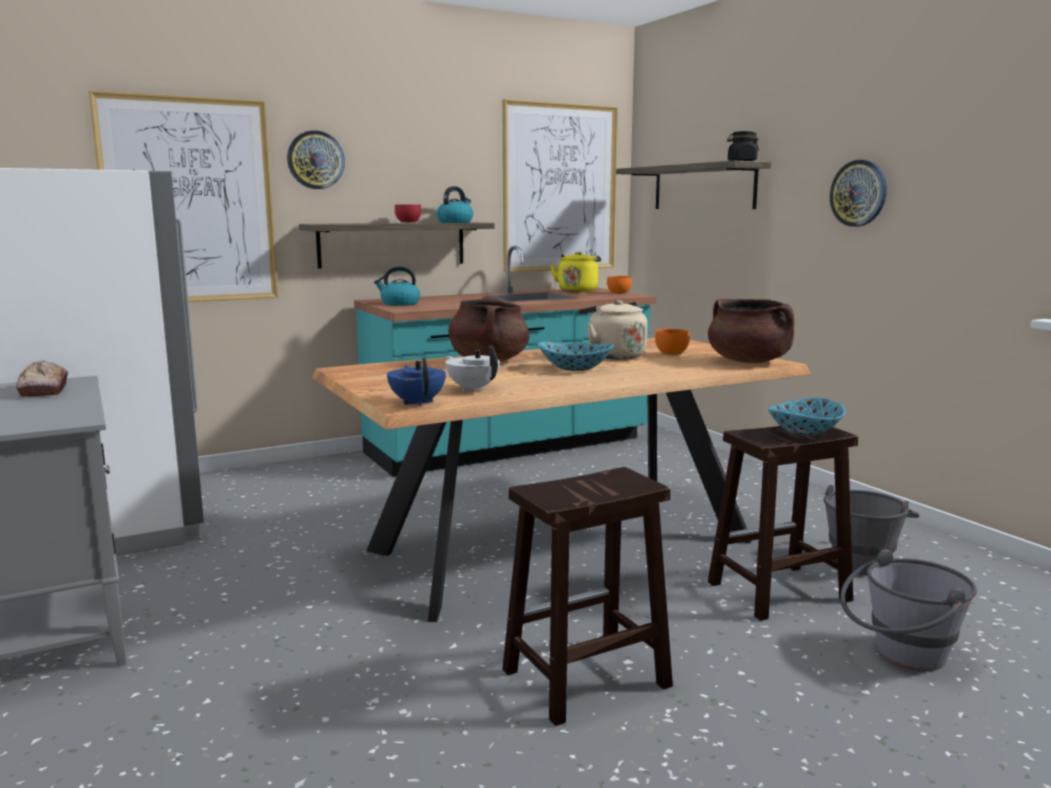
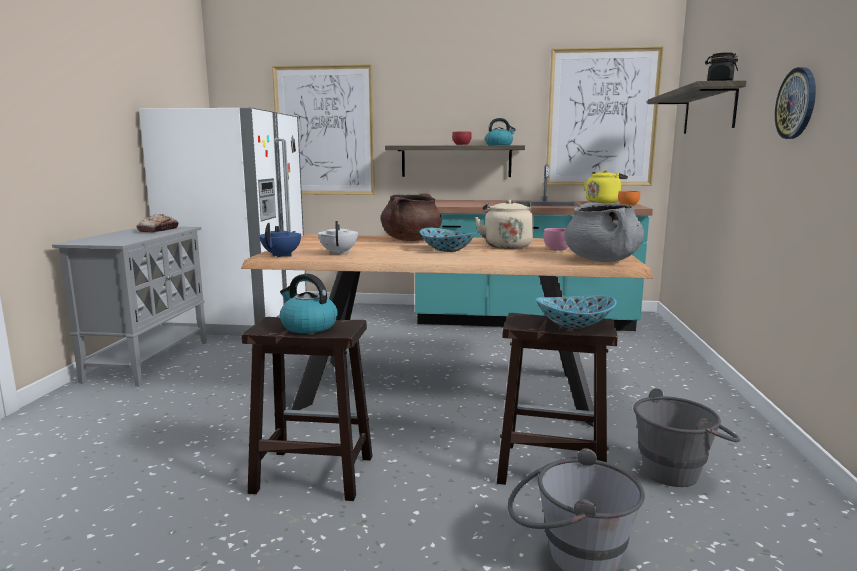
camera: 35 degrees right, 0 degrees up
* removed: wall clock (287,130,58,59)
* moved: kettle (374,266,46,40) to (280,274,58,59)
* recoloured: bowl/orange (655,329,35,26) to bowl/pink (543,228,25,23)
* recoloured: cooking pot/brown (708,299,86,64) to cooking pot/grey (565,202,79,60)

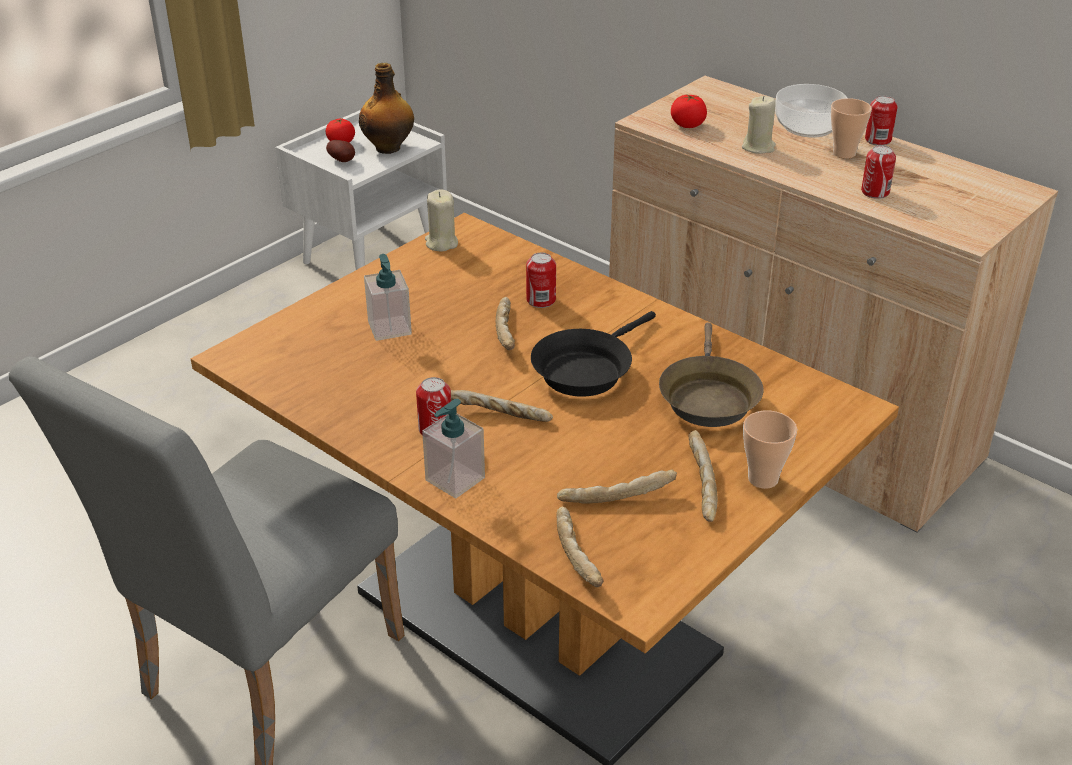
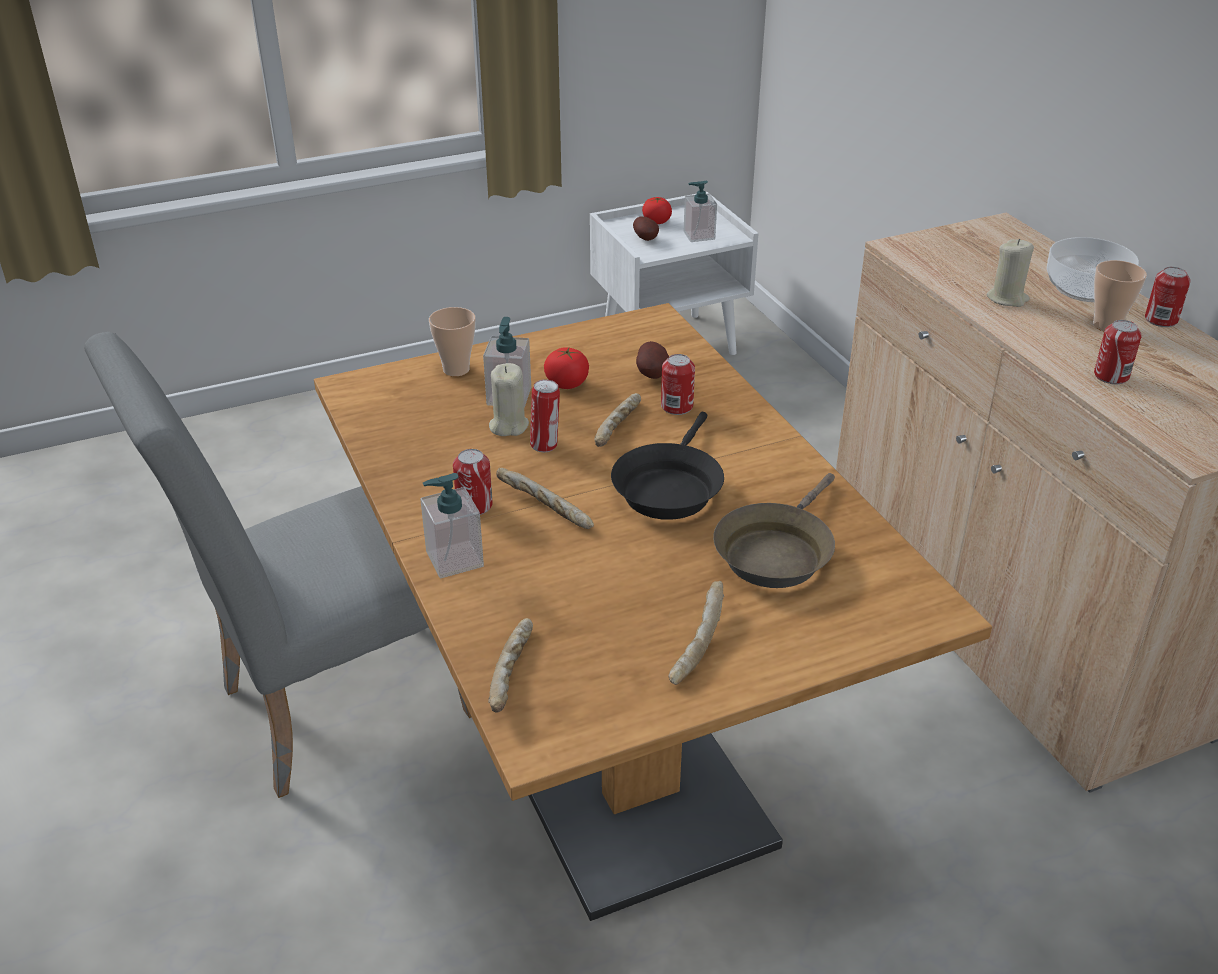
camera: 25 degrees right, 0 degrees up
* removed: bread (557,470,120,33)
* added: can (530,380,30,72)
* added: potato (636,341,33,38)
* moved: candle/beige (425,190,33,61) to (489,363,40,73)
* moved: tomato (671,95,36,33) to (544,347,45,42)
* moved: cup (743,411,54,78) to (429,307,46,69)
* replaced: bottle (359,63,55,91) to soap dispenser (684,181,33,61)
* turned: frying pan/black (531,311,125,86) = (611,412,113,108) 45 degrees counterclockwise

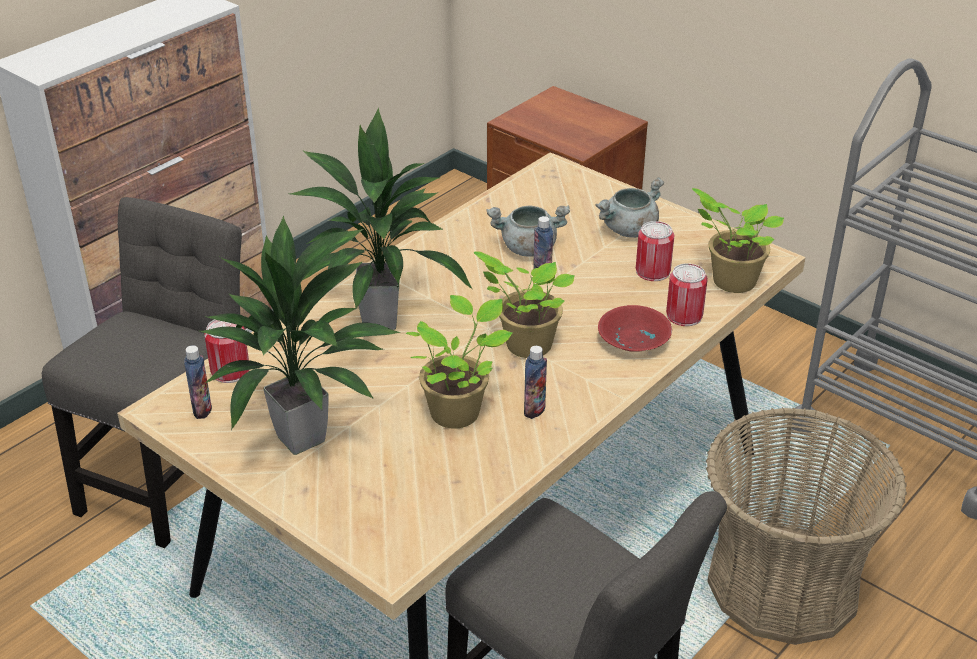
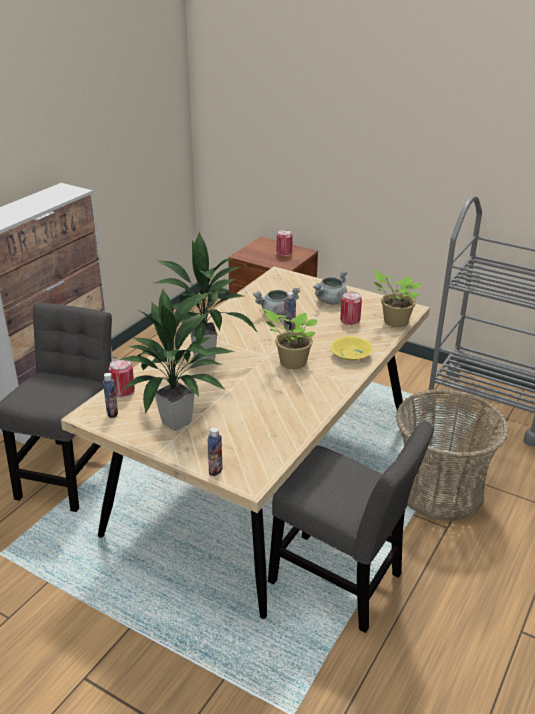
camera: 10 degrees left, 5 degrees down
* removed: potted plant (406,295,107,134)
* moved: bottle (524,346,23,73) to (208,427,14,49)
* moved: can (666,263,42,63) to (277,230,16,26)
* recoloured: bowl/red (598,305,74,47) to bowl/yellow (331,336,42,25)

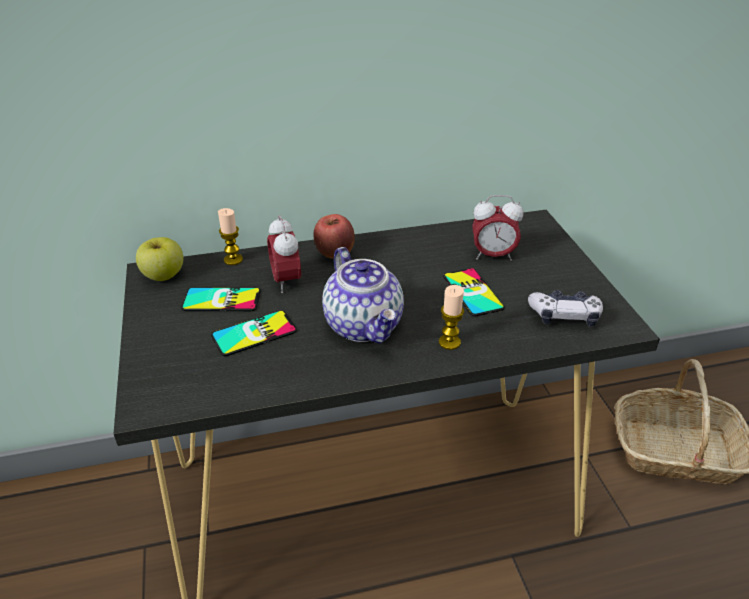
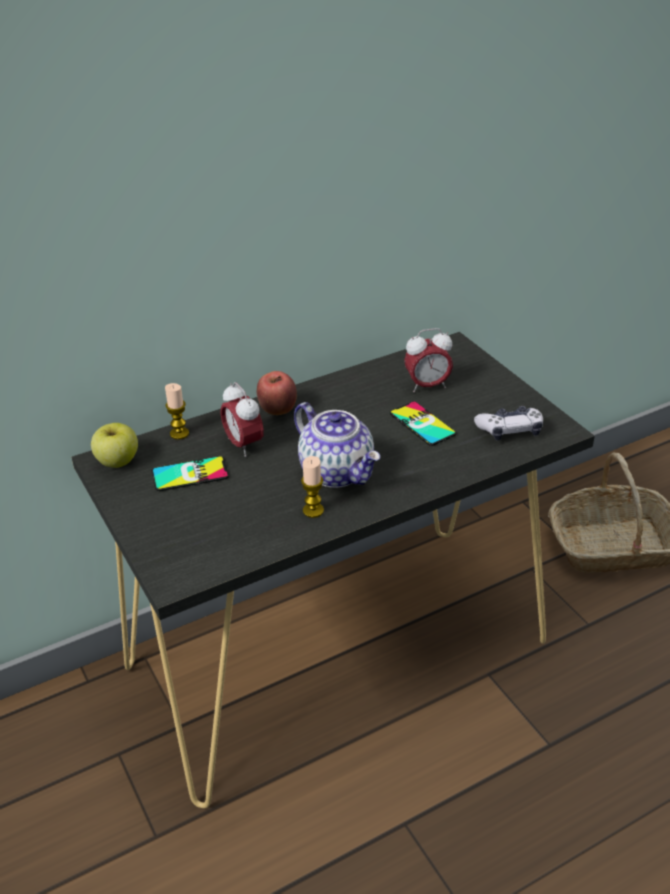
camera: 15 degrees left, 0 degrees up
* removed: phone (211,310,86,46)
* moved: candle (439,285,25,65) to (301,456,23,62)

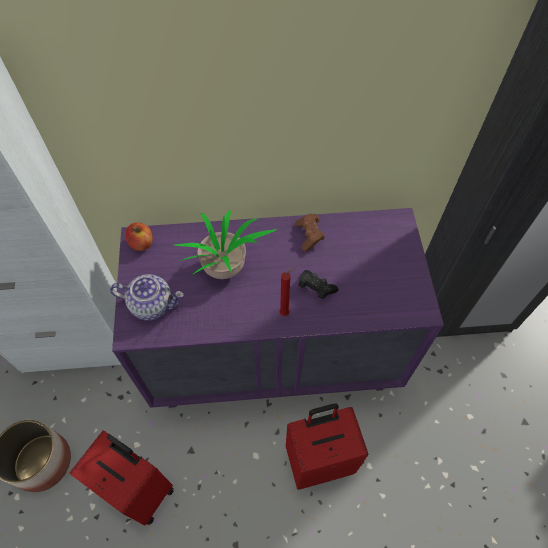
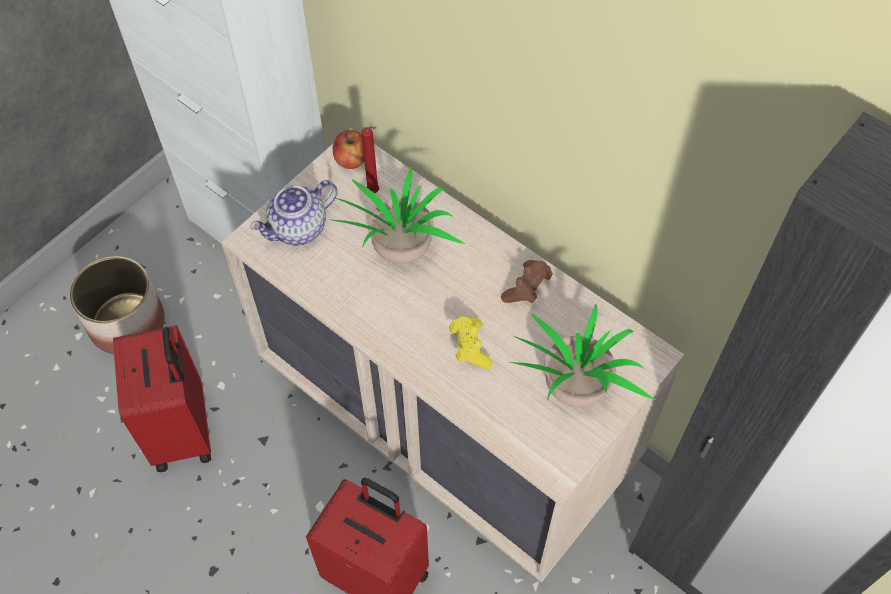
camera: 45 degrees right, 0 degrees up
* added: potted plant (510,304,146,103)
* moved: candle/red (279,268,16,48) to (361,126,18,67)
* recoloured: dresser/purple (112,208,332,200) to dresser/beige (221,128,464,454)
* recoloured: game controller/black (298,270,41,29) to game controller/yellow (449,316,43,53)
* turned: teapot (110,274,74,47) = (250,180,87,65) 90 degrees clockwise

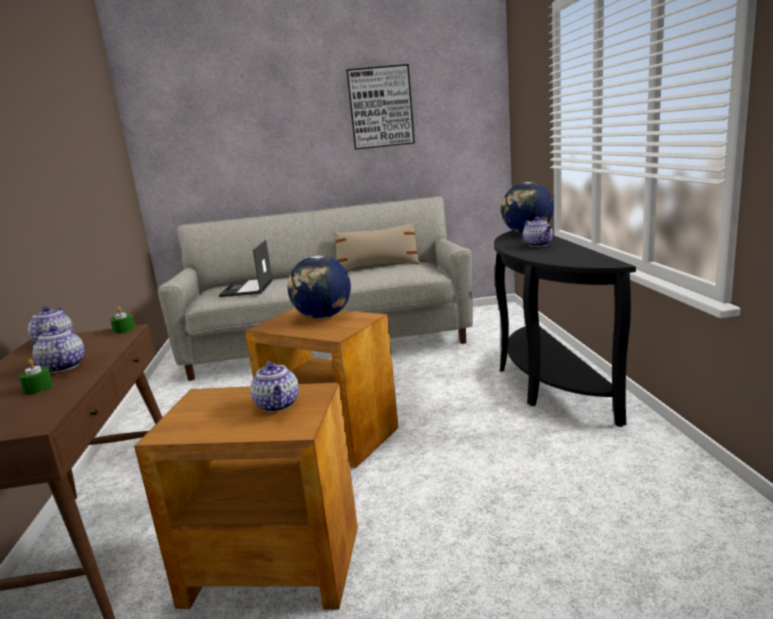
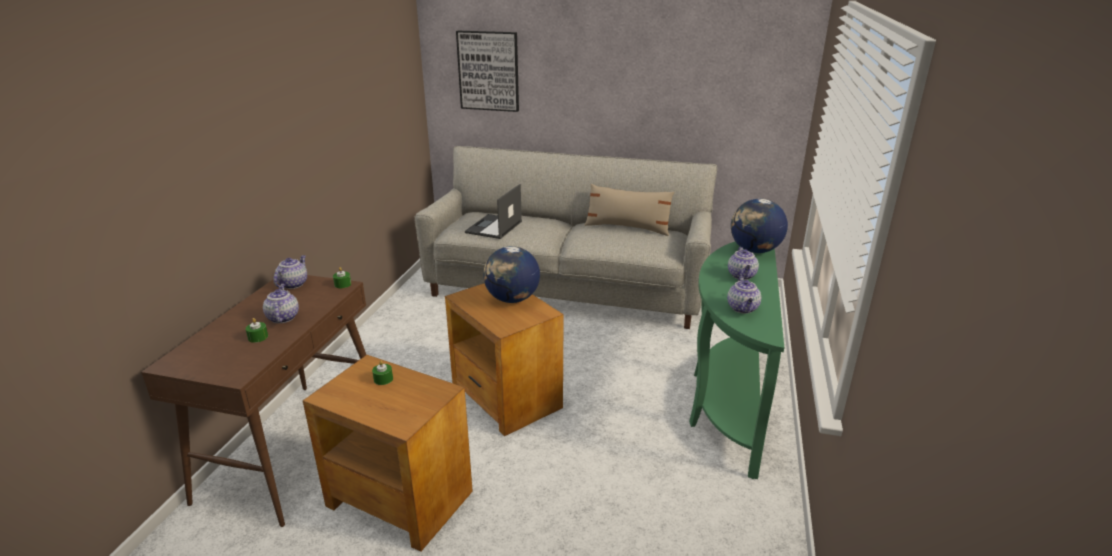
camera: 20 degrees right, 10 degrees up
* added: candle/green (372,360,21,25)
* moved: teapot (250,361,49,51) to (727,276,34,38)
* moved: picture (346,64,69,85) to (456,31,63,81)
* recoloured: console table/black (494,231,142,196) to console table/green (689,242,95,237)

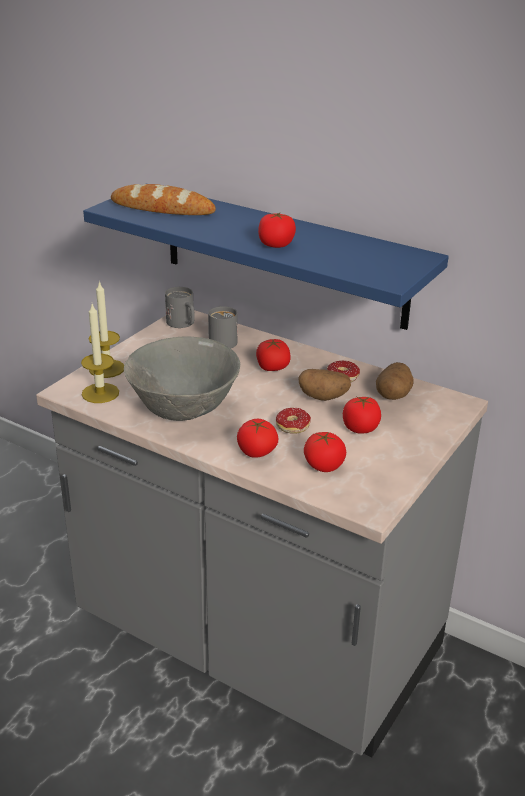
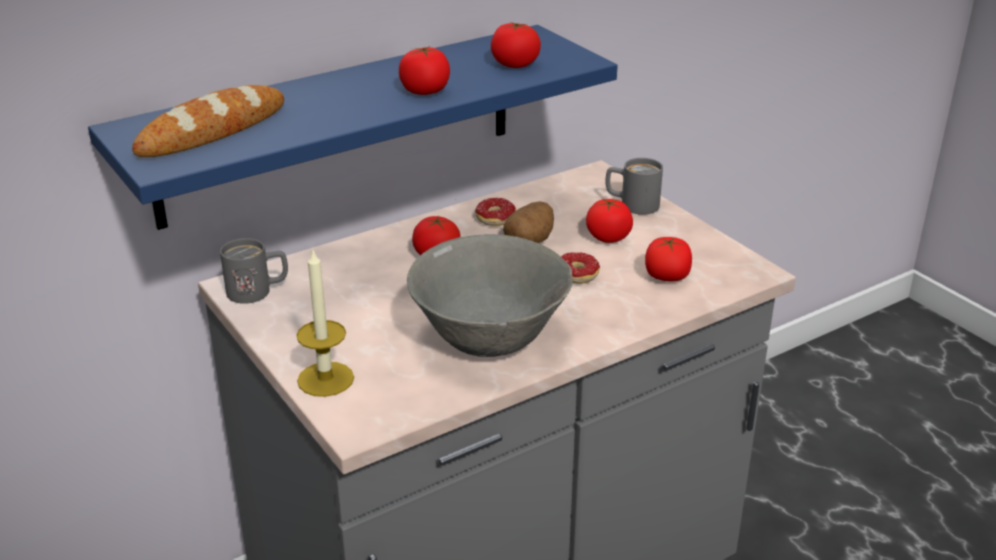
camera: 65 degrees left, 0 degrees up
* removed: candle (81,304,38,99)
* removed: potato (376,362,38,38)
* moved: mug/grey (208,306,30,42) to (605,158,58,57)
* moved: tomato (237,419,41,39) to (491,22,50,46)

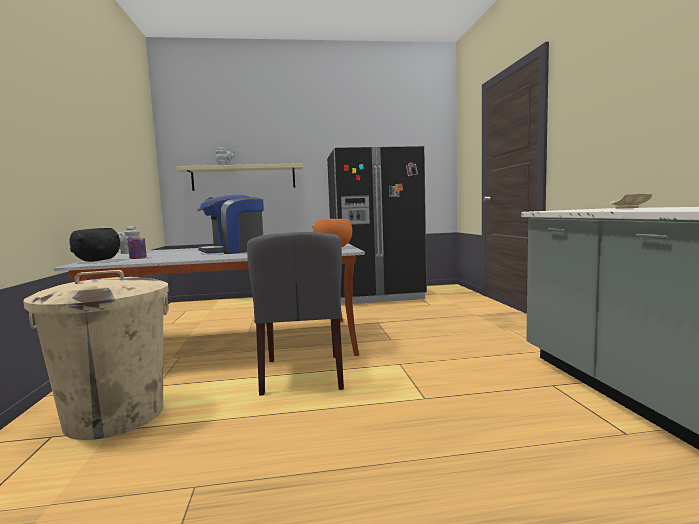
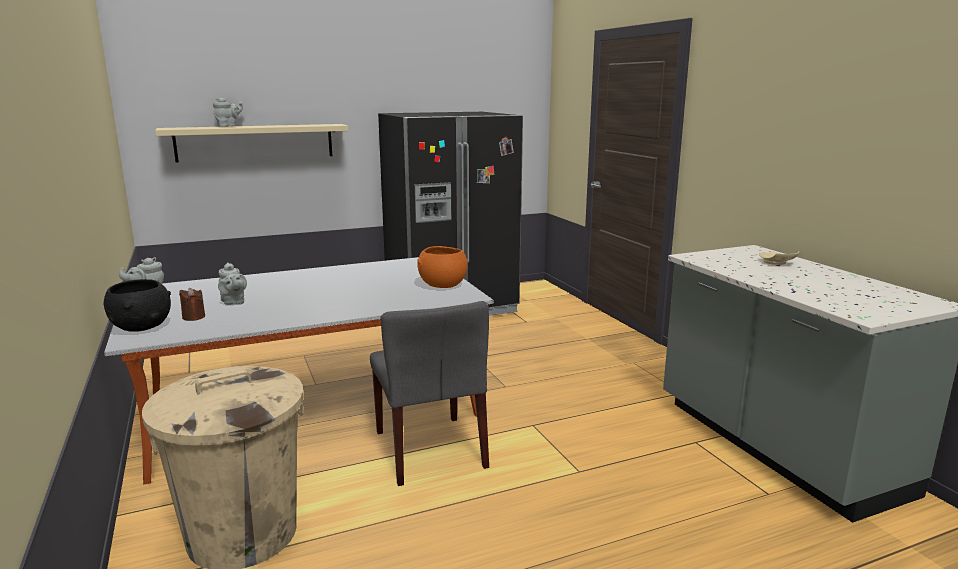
camera: 15 degrees left, 10 degrees up
* removed: coffee machine (197,195,67,59)
* added: teapot/grey (218,262,29,43)
* recoloured: candle/purple (127,235,20,24) to candle/brown (179,288,26,33)

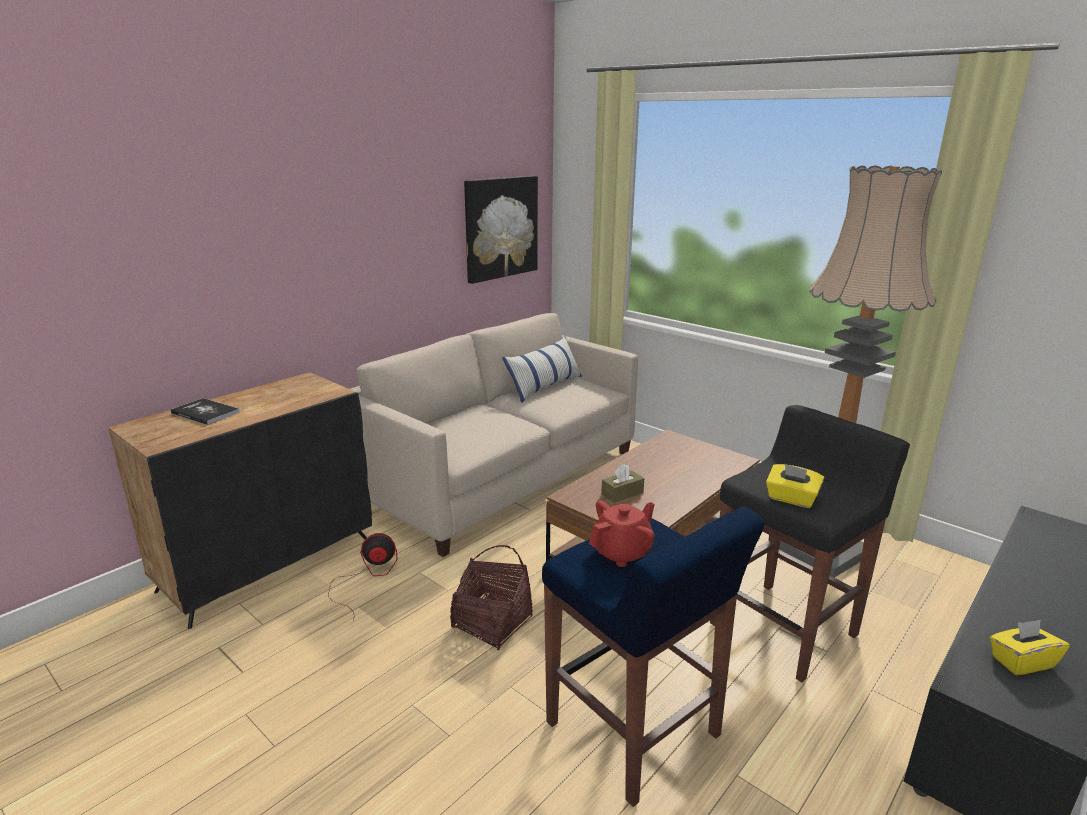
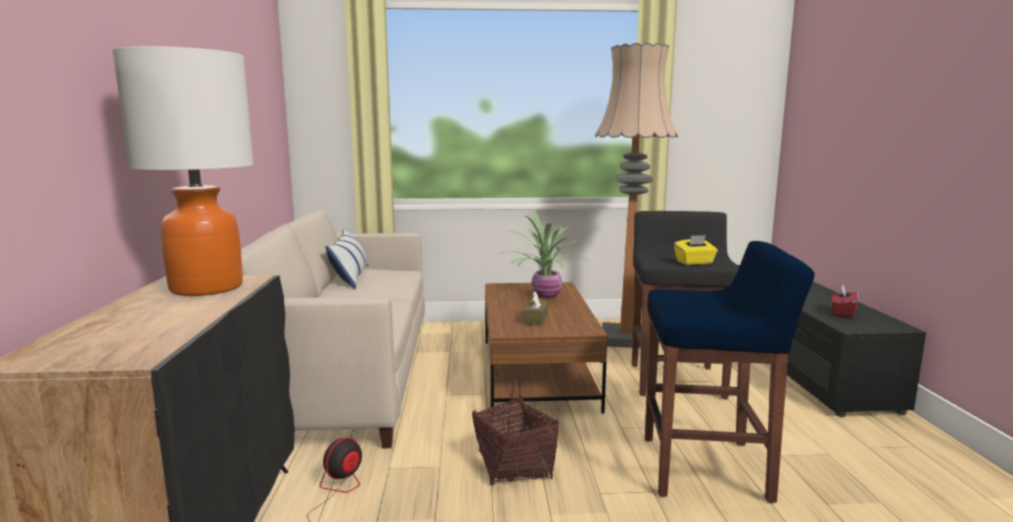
camera: 45 degrees left, 10 degrees down
* removed: book (171,398,69,27)
* removed: picture (464,176,74,108)
* removed: teapot/red (589,501,66,66)
* added: table lamp (112,46,142,250)
* added: potted plant (502,211,86,88)
* recoloured: tissue box/yellow (990,620,79,55) to tissue box/red (831,284,28,34)

